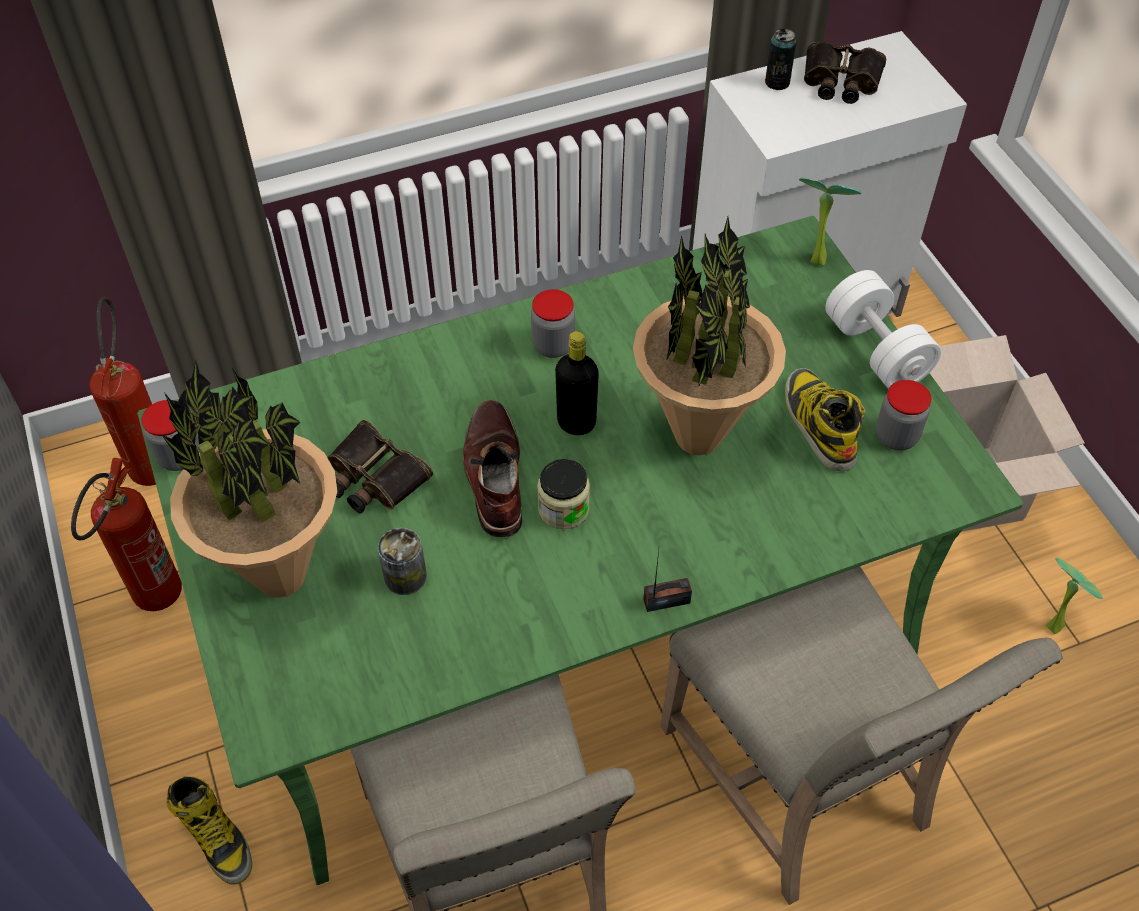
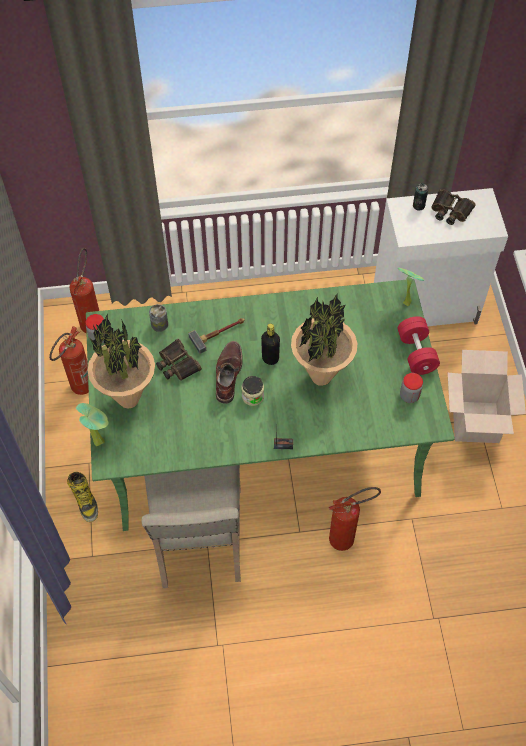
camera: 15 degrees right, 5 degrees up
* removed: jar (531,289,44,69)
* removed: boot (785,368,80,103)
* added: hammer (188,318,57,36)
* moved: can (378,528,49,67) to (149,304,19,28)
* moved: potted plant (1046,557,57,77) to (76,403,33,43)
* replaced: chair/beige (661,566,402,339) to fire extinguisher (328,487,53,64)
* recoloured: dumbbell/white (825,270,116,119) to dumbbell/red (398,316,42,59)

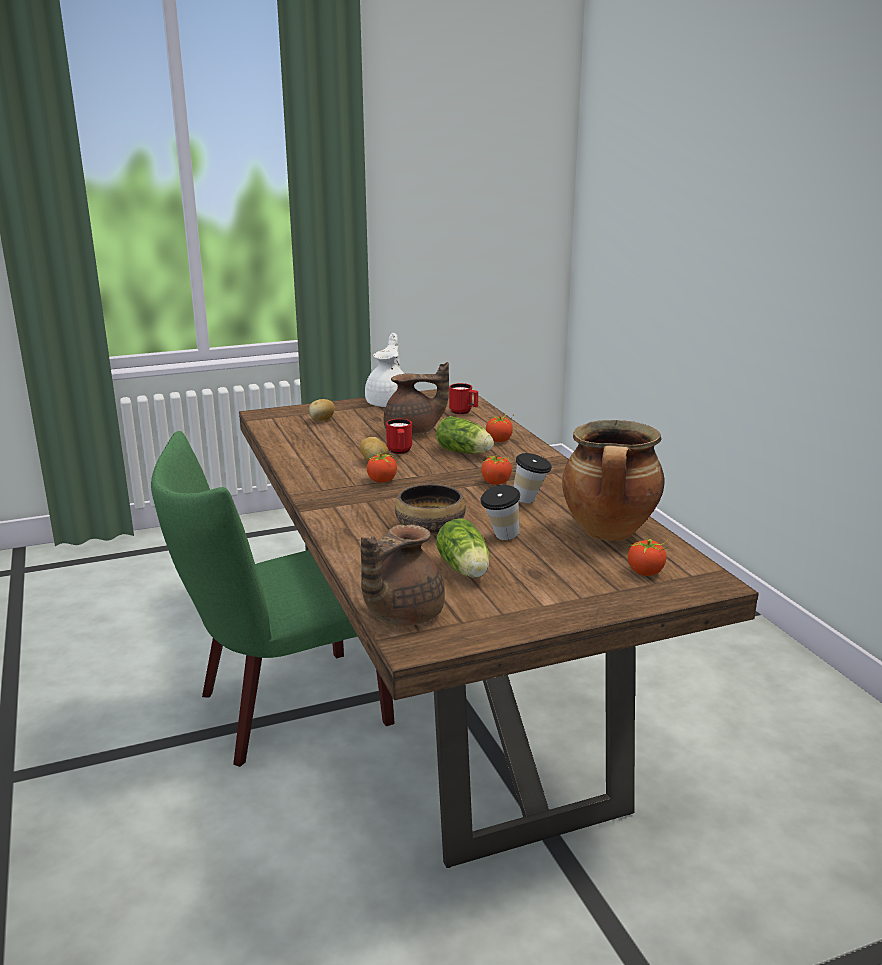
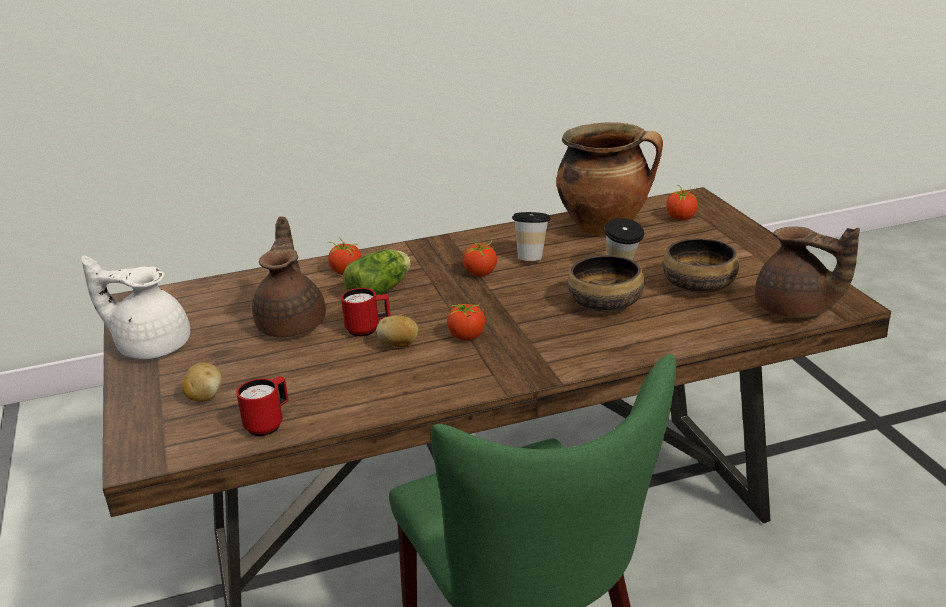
camera: 85 degrees left, 5 degrees up
* moved: mug/red (449,383,29,31) to (236,376,53,60)
* replaced: lettuce (436,518,54,60) to bowl (662,238,77,55)

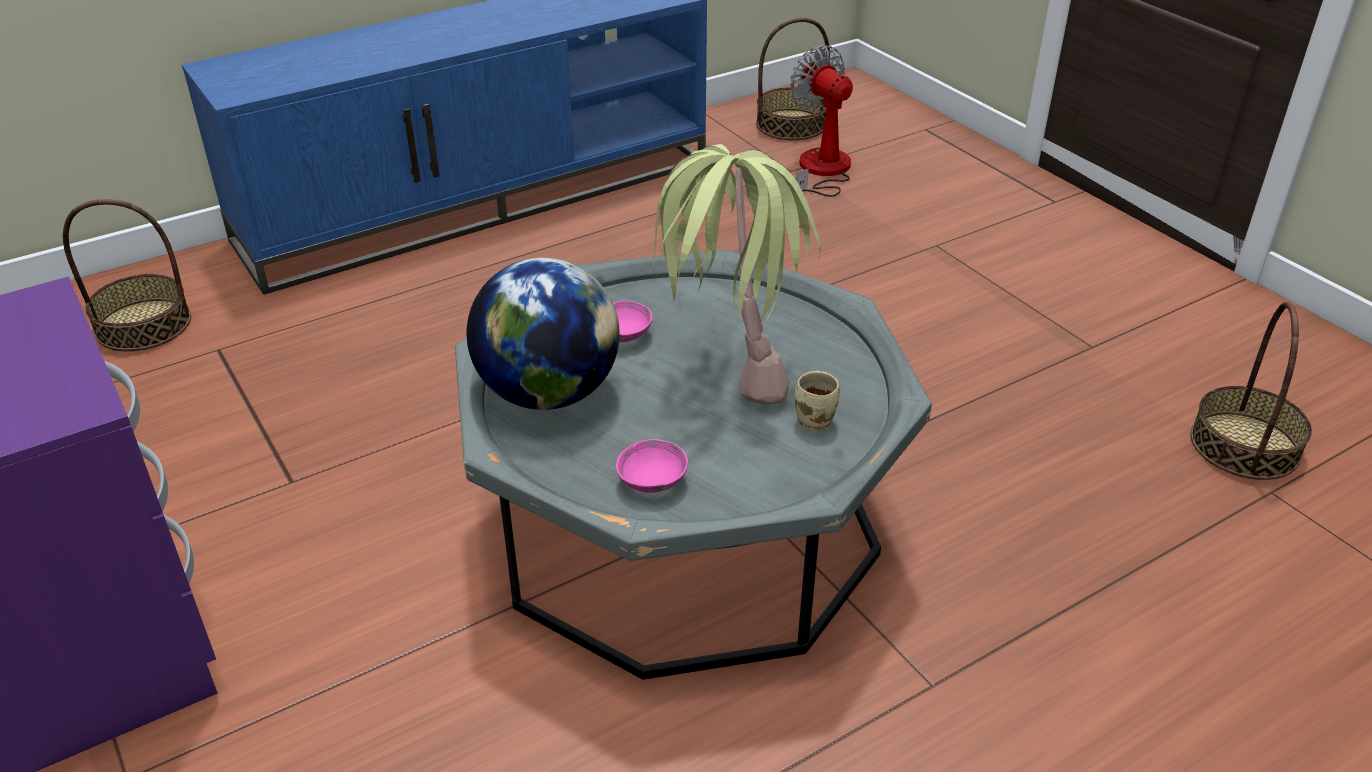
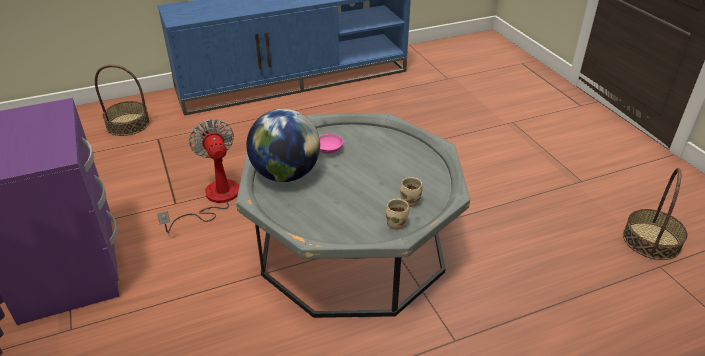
camera: 10 degrees right, 0 degrees up
* removed: bowl/pink (616,439,72,54)
* removed: potted plant (652,144,169,261)
* removed: basket (756,18,74,122)
* added: mug/beige (386,199,23,31)
* moved: fan (790,45,63,152) to (157,119,82,114)

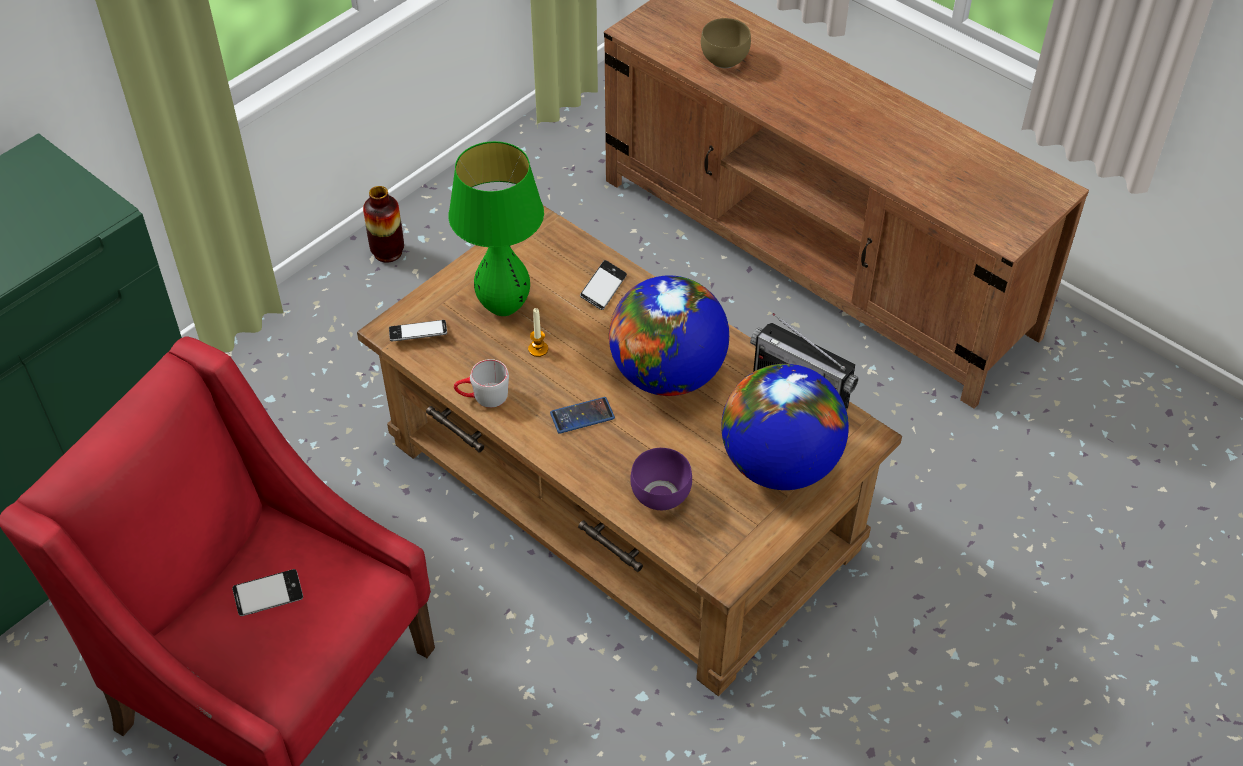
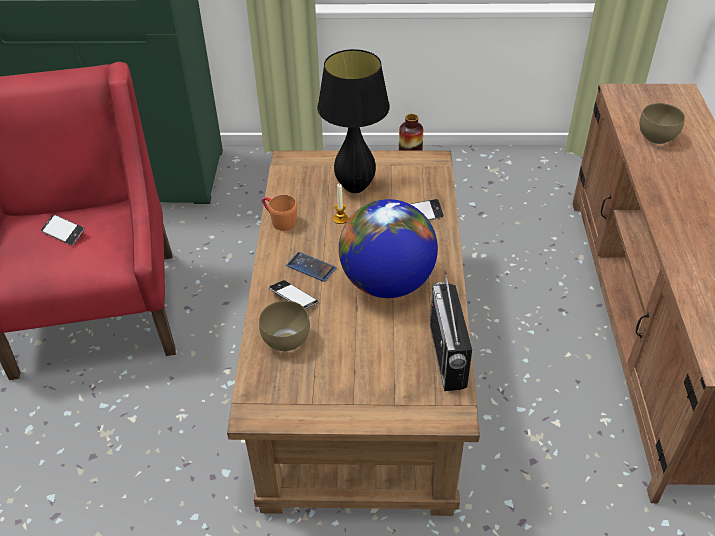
camera: 50 degrees right, 5 degrees down
* removed: globe (721,364,128,126)
* moved: phone (389,320,58,21) to (269,280,49,29)
* recoloured: table lamp/green (448,141,96,175) to table lamp/black (317,49,73,144)
* recoloured: mug/grey (454,359,55,49) to mug/orange (263,195,34,36)
* recoloured: bowl/purple (630,448,62,62) to bowl/brown (259,300,51,51)

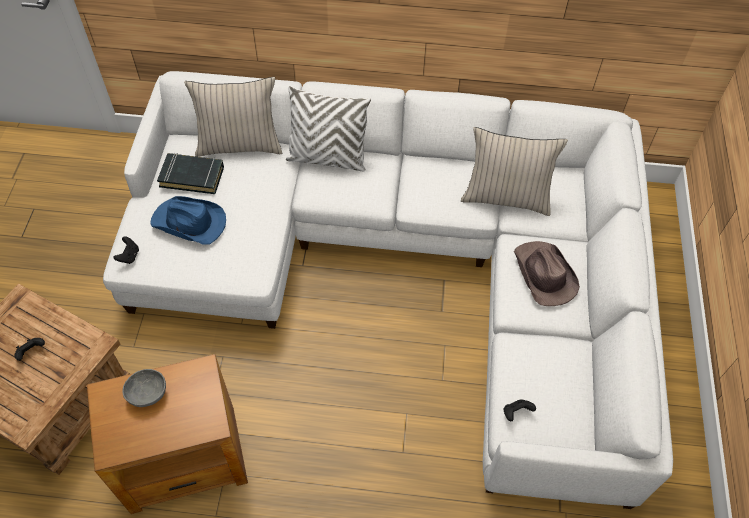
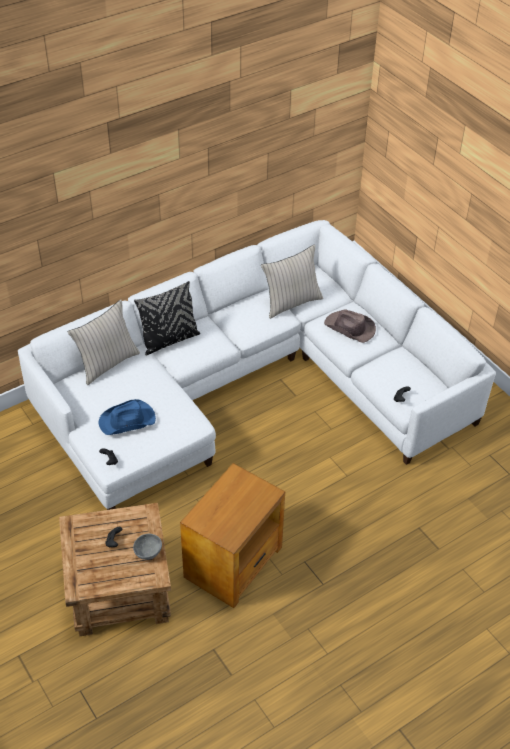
camera: 40 degrees left, 10 degrees down
* removed: book/black (157,153,67,41)
* moved: bowl/grey (122,369,44,38) to (133,534,29,26)
* recoloured: pillow/white (286,86,85,85) to pillow/black (134,281,66,74)

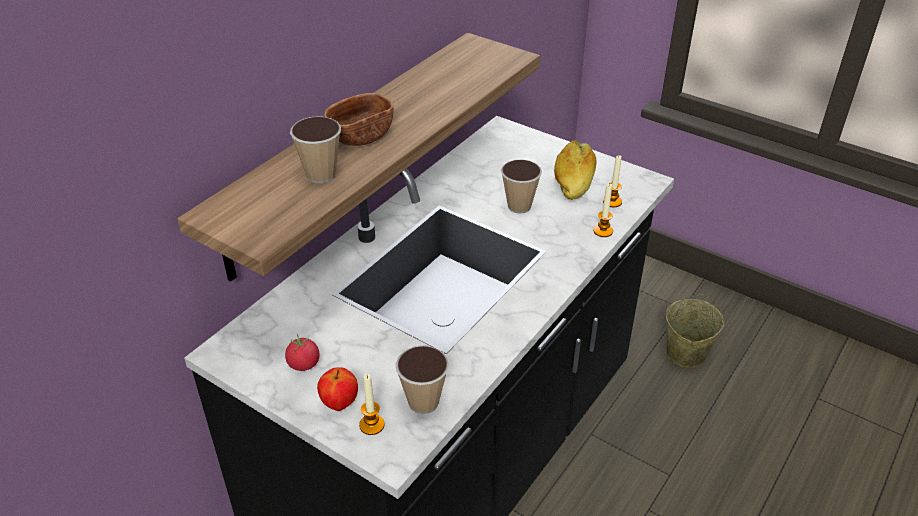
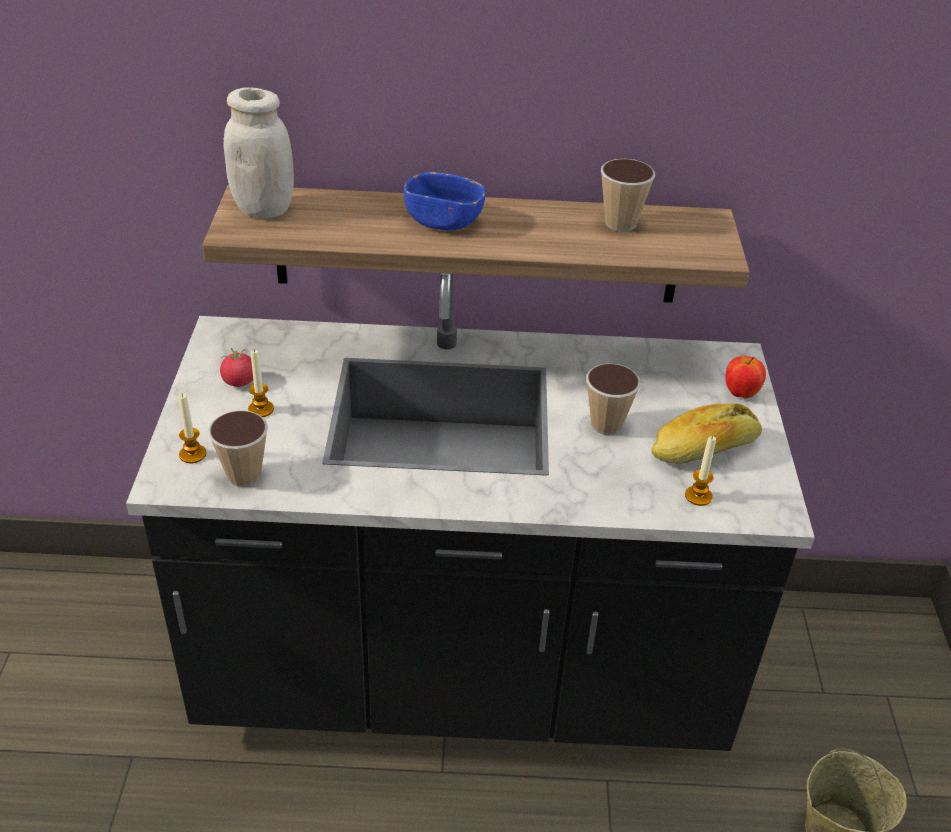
camera: 55 degrees right, 0 degrees up
* added: jar/white (224,87,70,131)
* moved: cup (290,116,51,68) to (601,159,54,73)
* moved: apple (317,367,41,44) to (726,356,40,42)
* moved: candle (593,183,20,54) to (248,350,26,67)
* recoloured: bowl/brown (324,93,70,53) to bowl/blue (404,172,82,58)

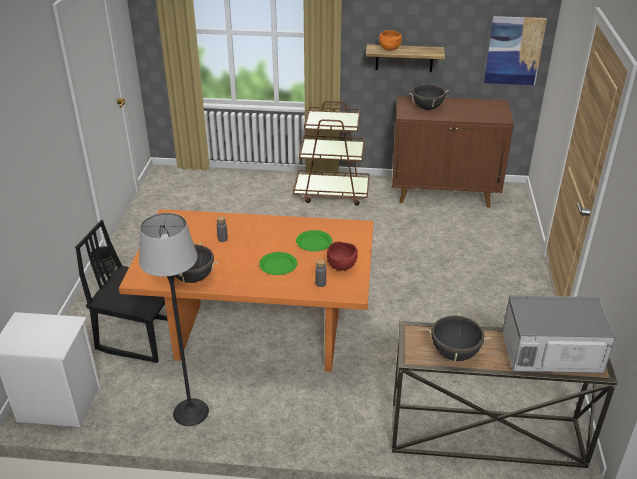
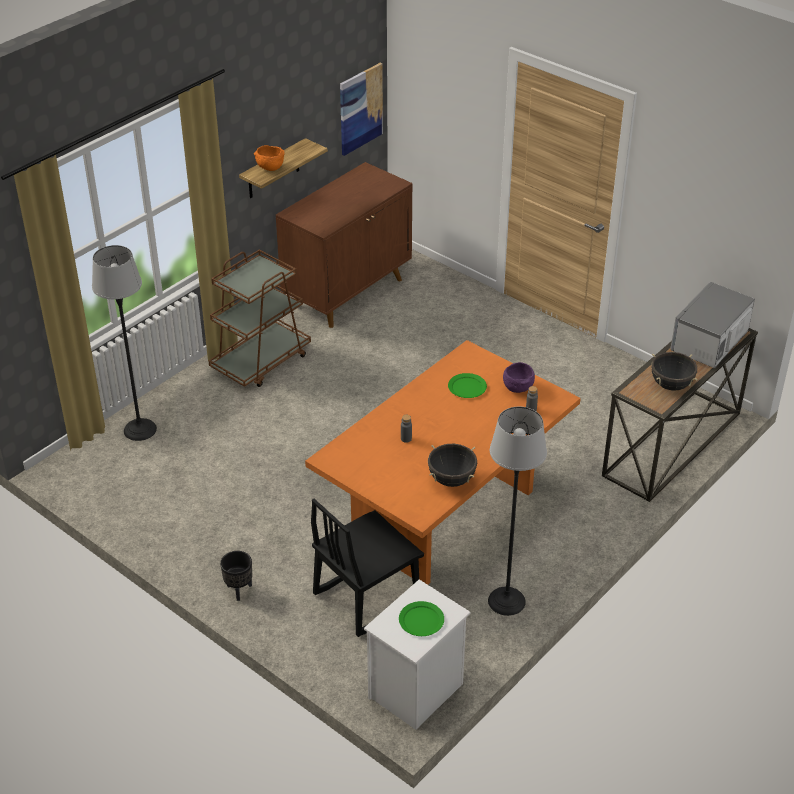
camera: 55 degrees left, 5 degrees up
* removed: cooking pot/black (409,84,40,26)
* added: floor lamp (92,245,65,196)
* moved: plate/green (259,252,38,23) to (399,601,45,35)
* recoloured: bowl/red (327,241,31,30) to bowl/purple (503,362,32,31)

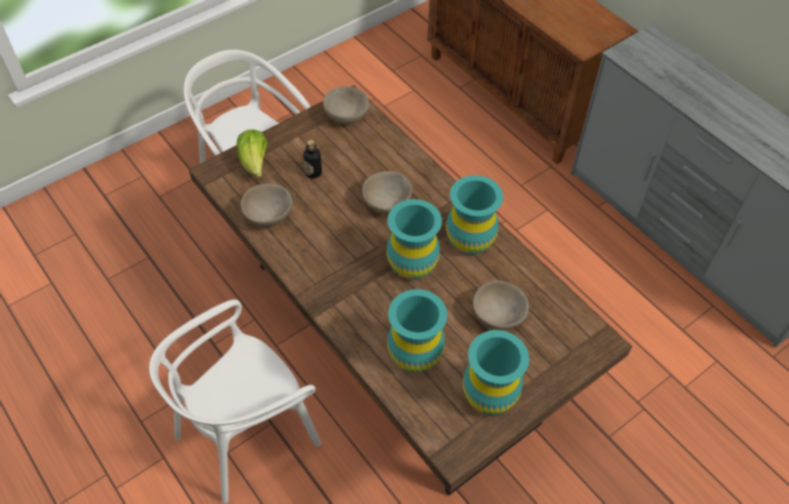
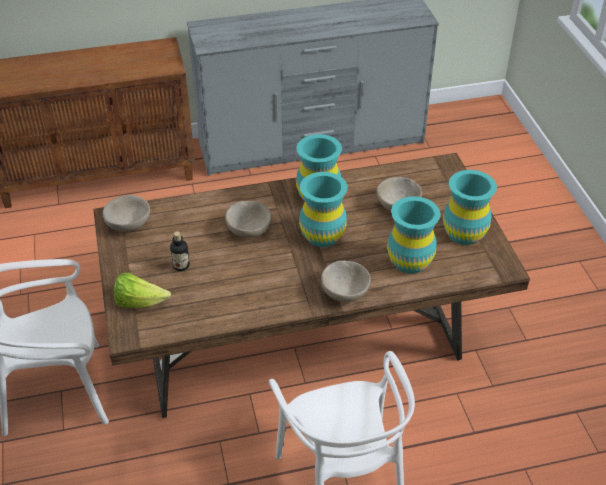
camera: 65 degrees left, 10 degrees down
* moved: bowl/beige (241,184,51,43) to (321,260,50,42)

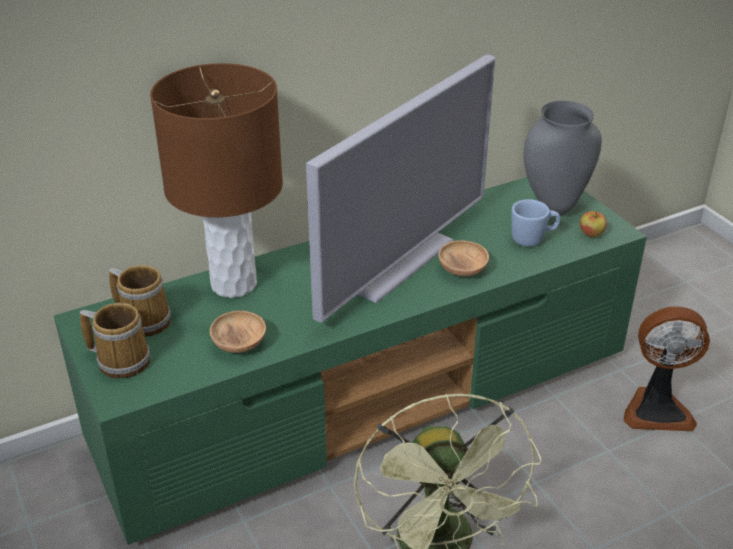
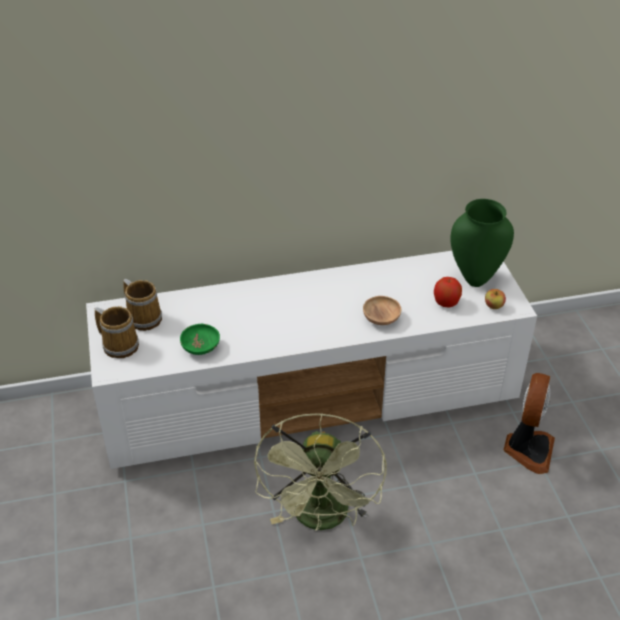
camera: 15 degrees right, 5 degrees up
* removed: table lamp/brown (150,63,133,235)
* removed: television (306,54,189,268)
* replaced: mug/blue (511,199,49,48) to apple (434,277,28,30)
* recoloured: tv stand/green (54,177,593,368) to tv stand/white (86,251,451,218)
* recoloured: bowl/brown (210,311,56,42) to bowl/green (180,324,40,31)
* recoloured: vase/grey (523,100,79,116) to vase/green (450,199,64,88)
* turned: fan (624,306,86,125) = (504,373,51,101) 90 degrees counterclockwise

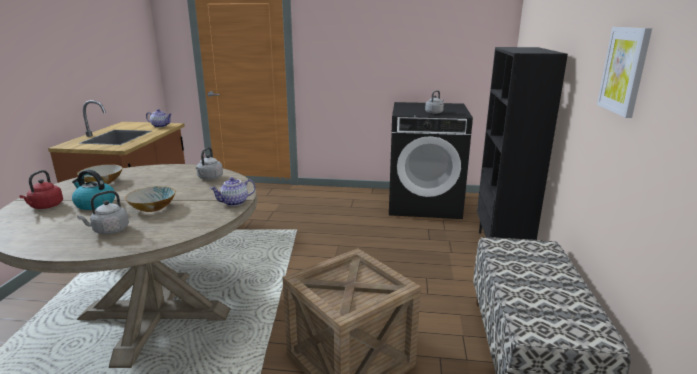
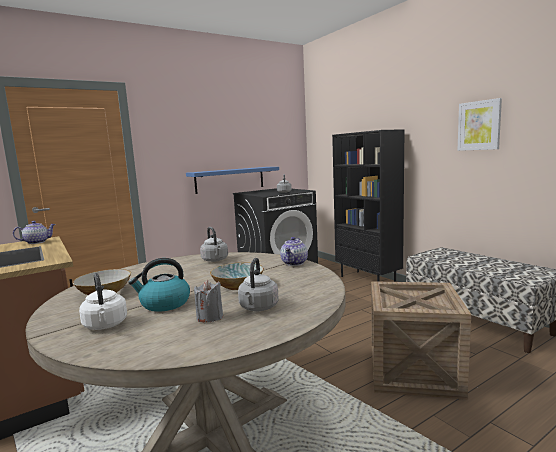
camera: 40 degrees left, 10 degrees down
* added: shelf/blue (186,167,93,27)
* added: candle/grey (194,280,29,42)
* recoloured: kettle/red (19,170,44,39) to kettle/white (79,273,48,57)

